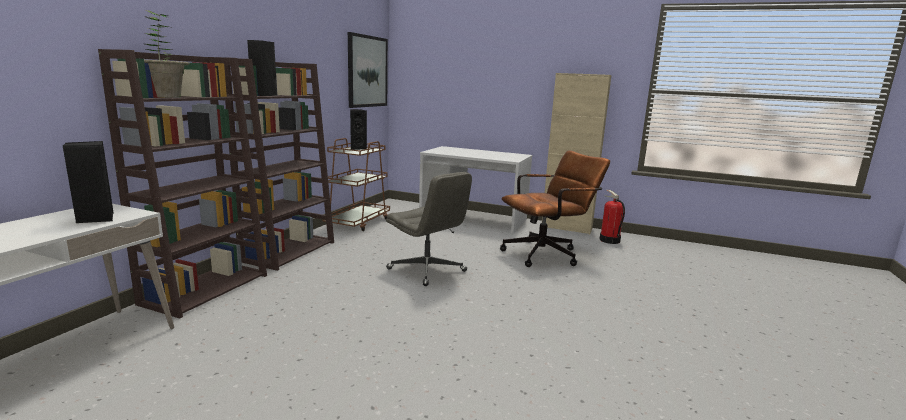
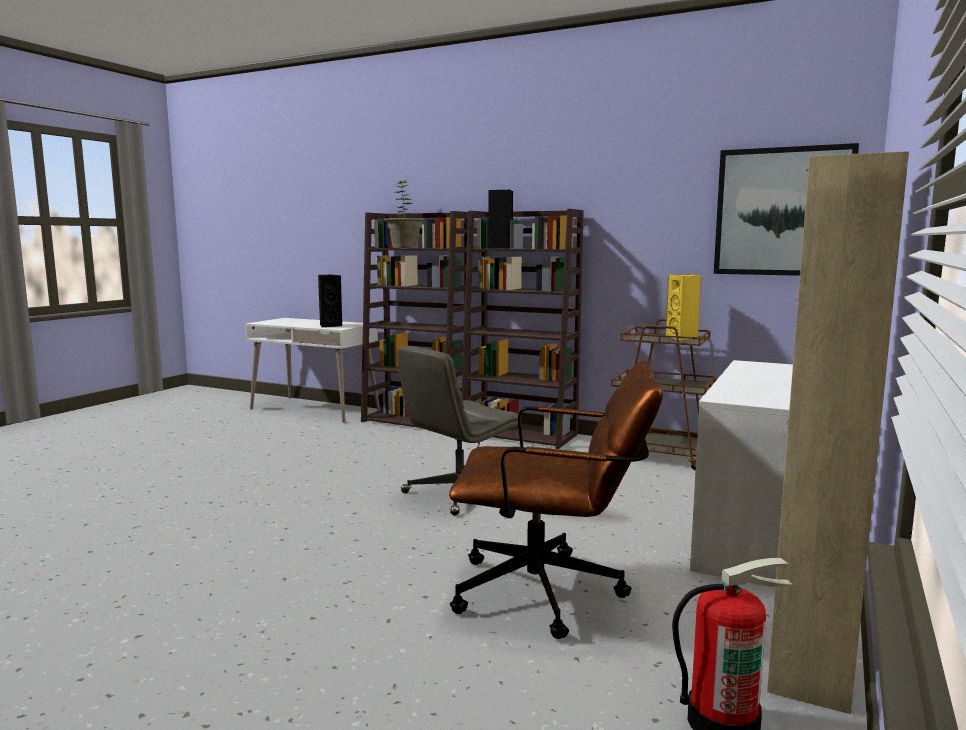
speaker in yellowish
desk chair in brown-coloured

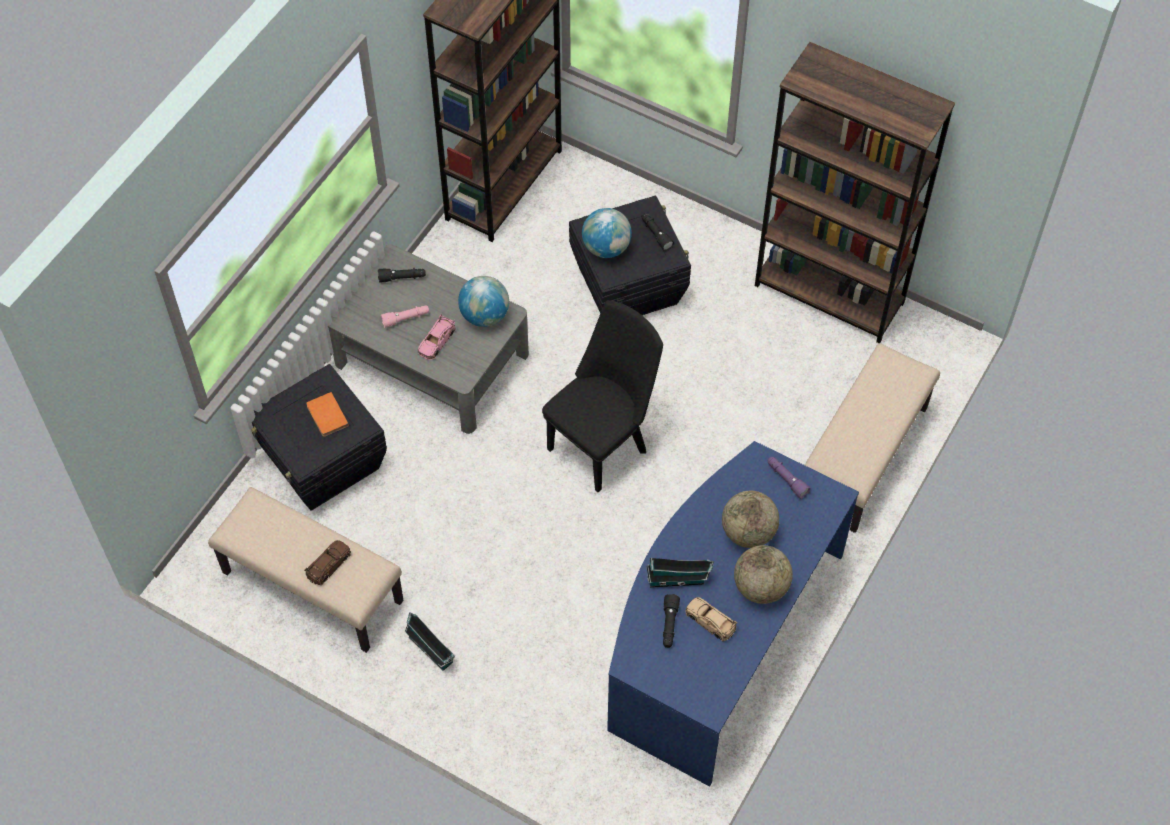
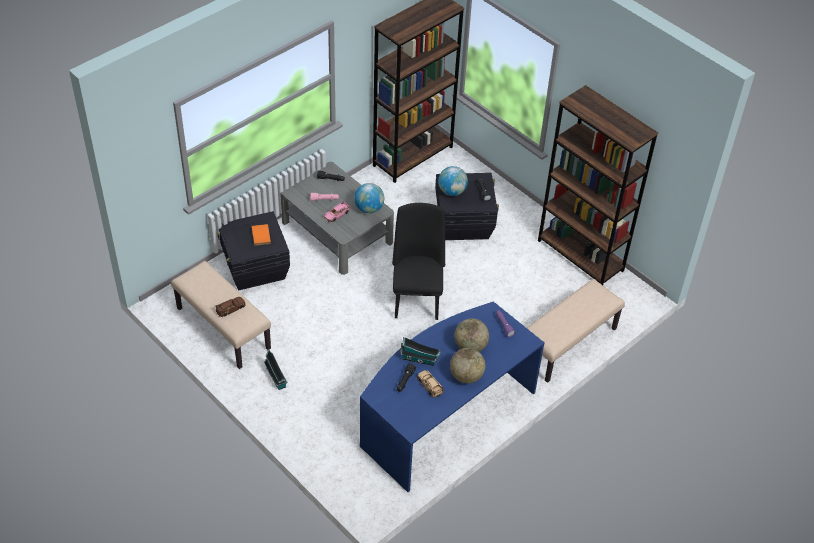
upright chair in blackish

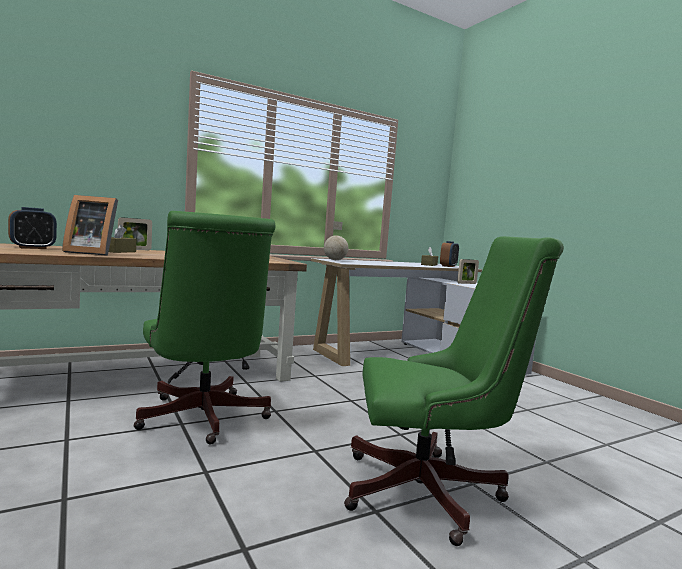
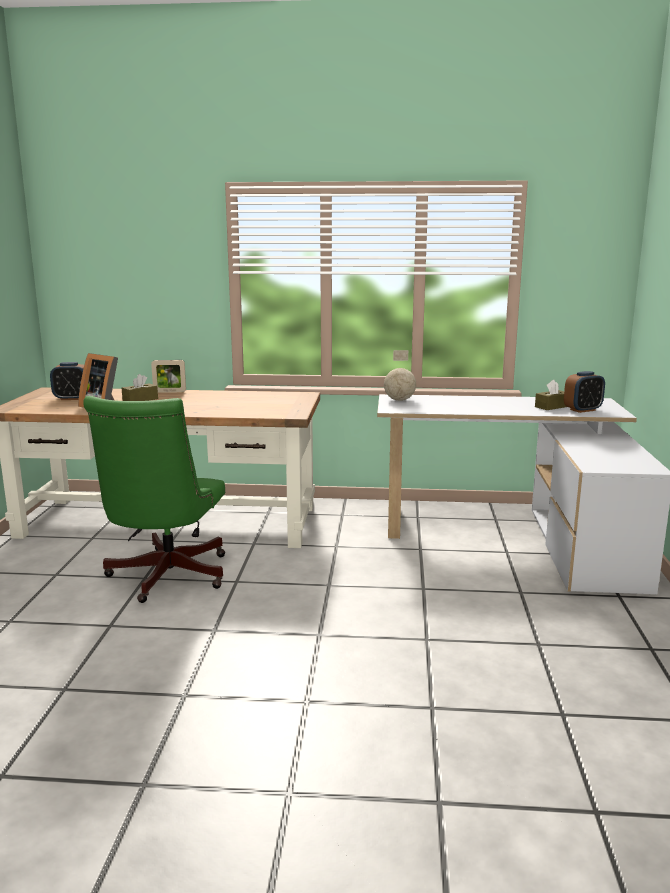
desk chair in green (no. 2 from left in the first image)
picture frame (no. 3 from left in the first image)

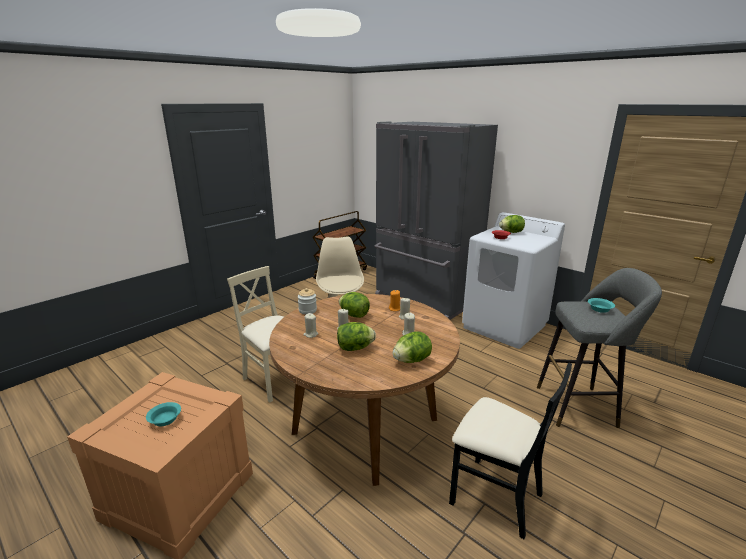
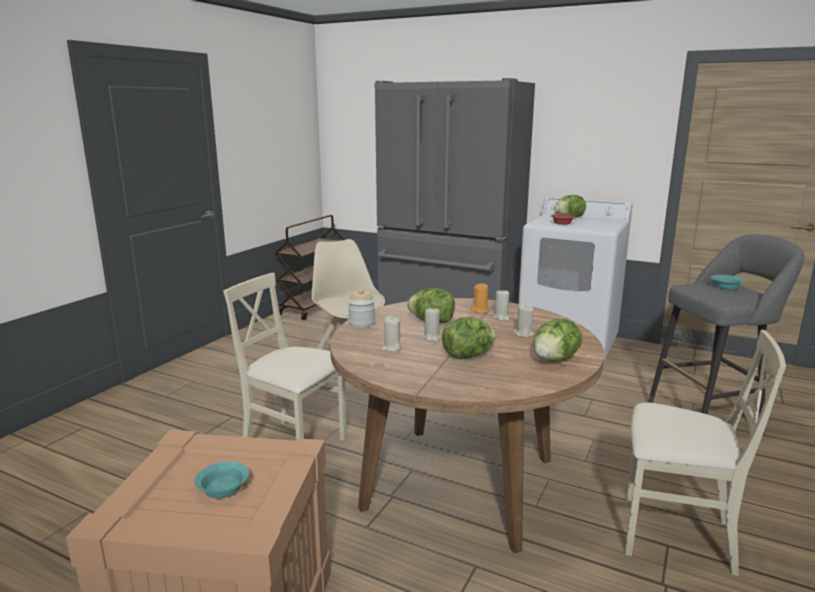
upright chair in beige (no. 3 from left)

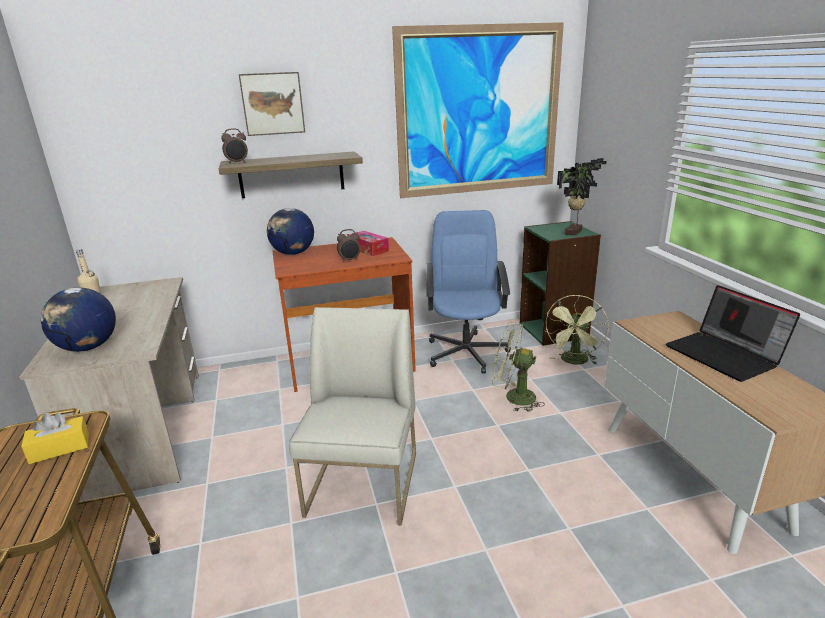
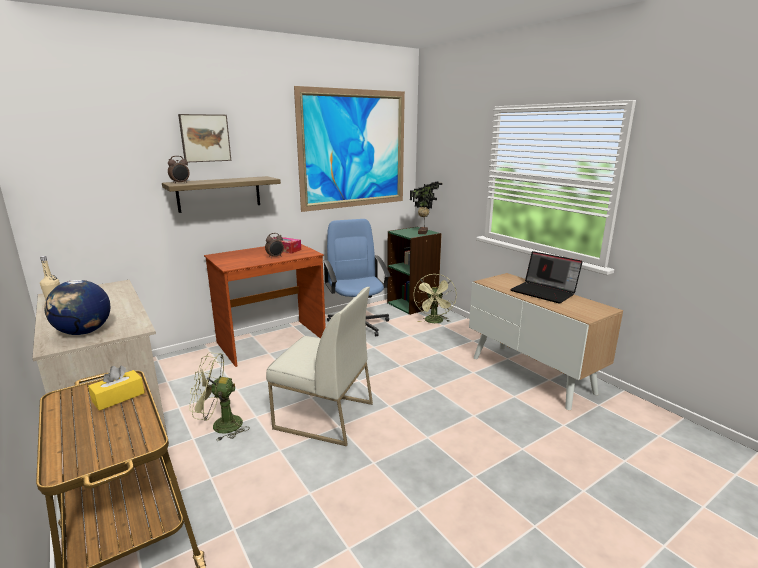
world globe (no. 2 from left in the first image)
upright chair in white-coloured
fan in green (no. 1 from left)

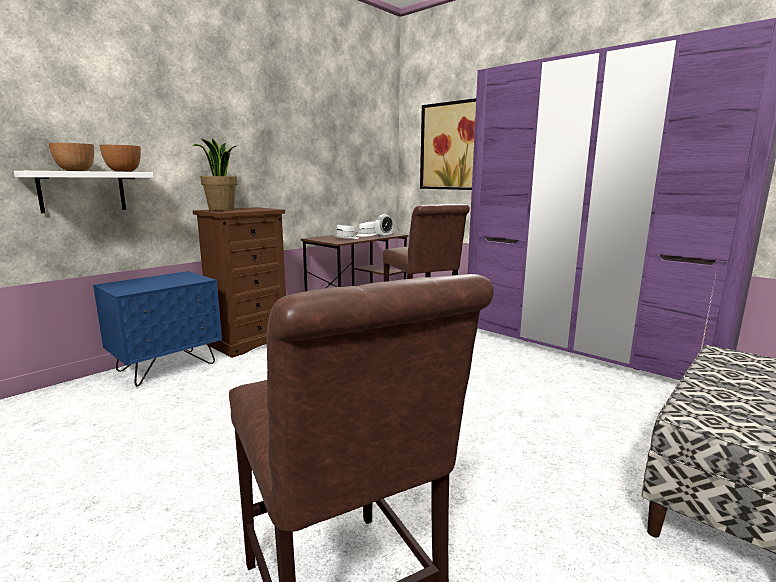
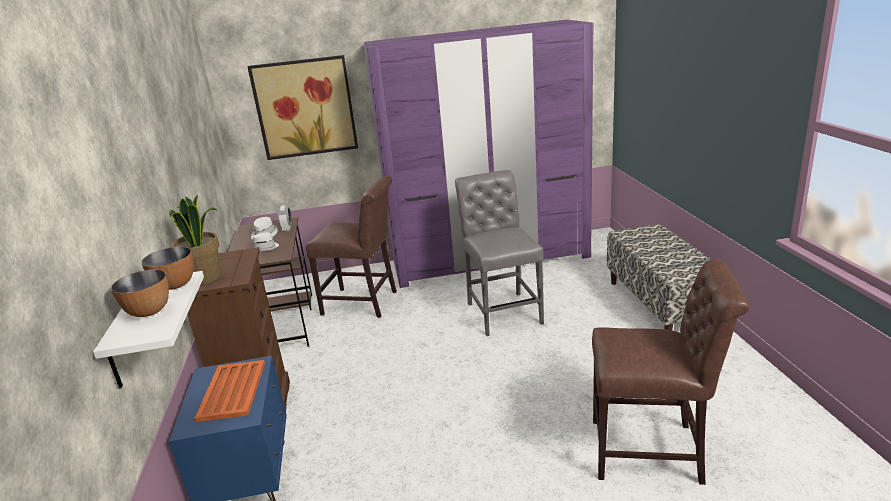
serving tray in orangey
upright chair in grey

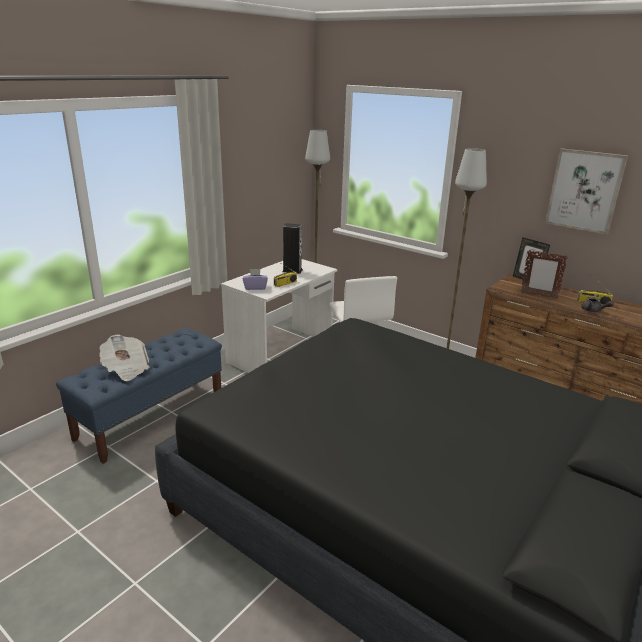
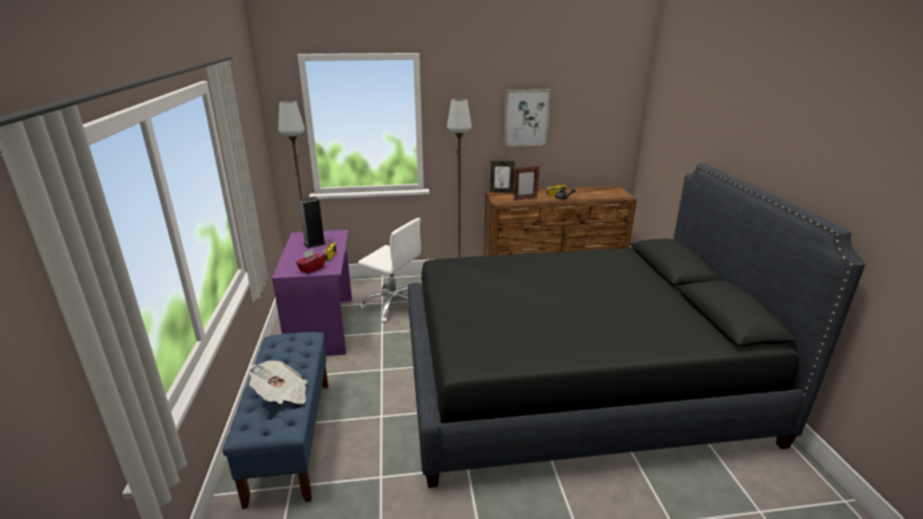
desk table in purple-coloured
tissue box in reddish

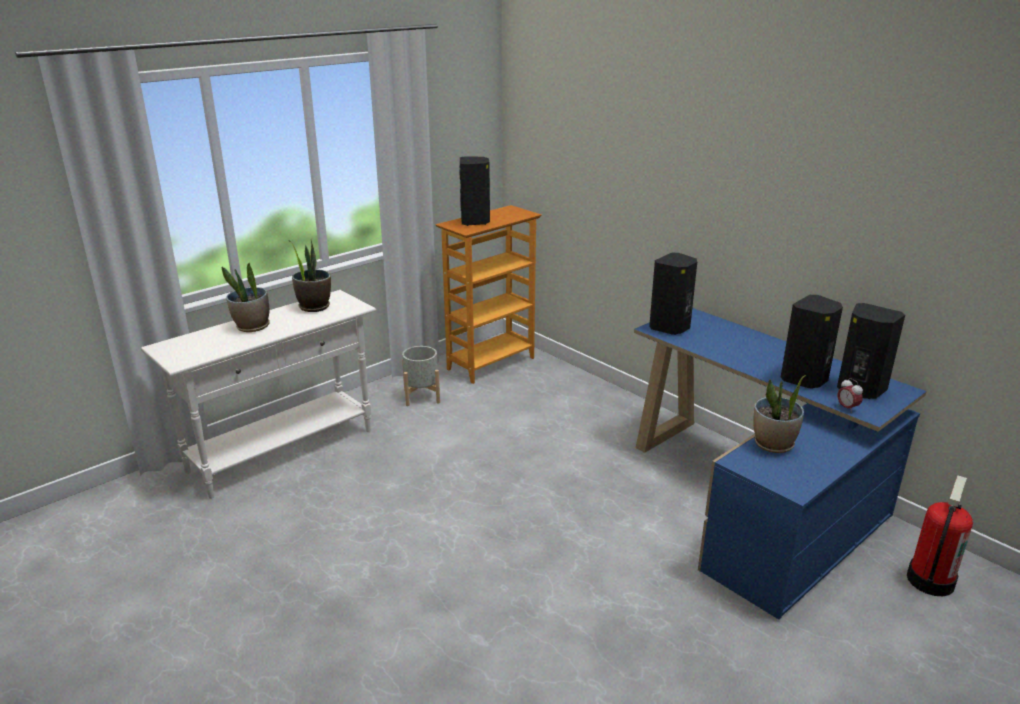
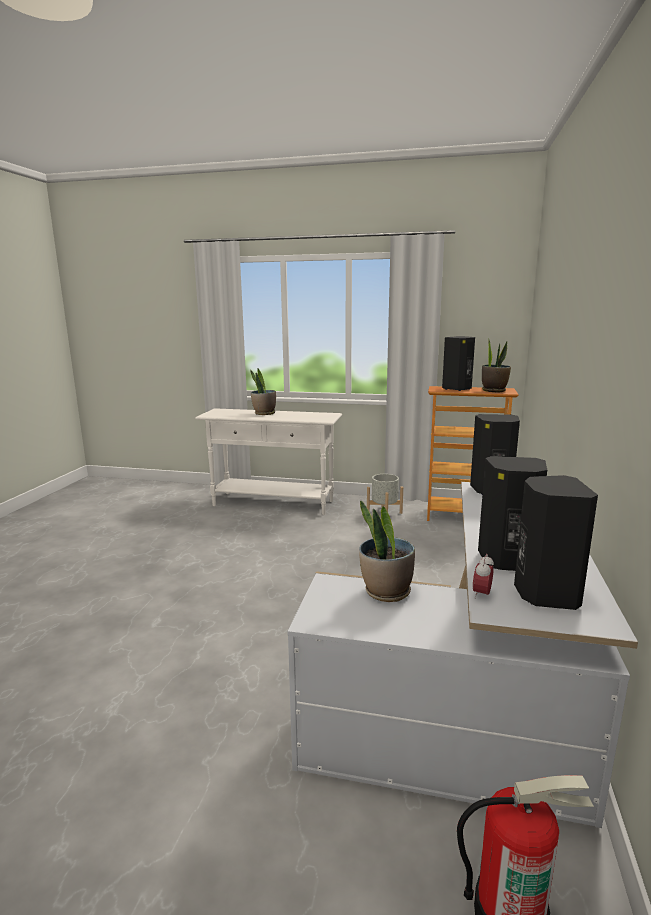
potted plant (no. 3 from left)
desk table in white-coloured

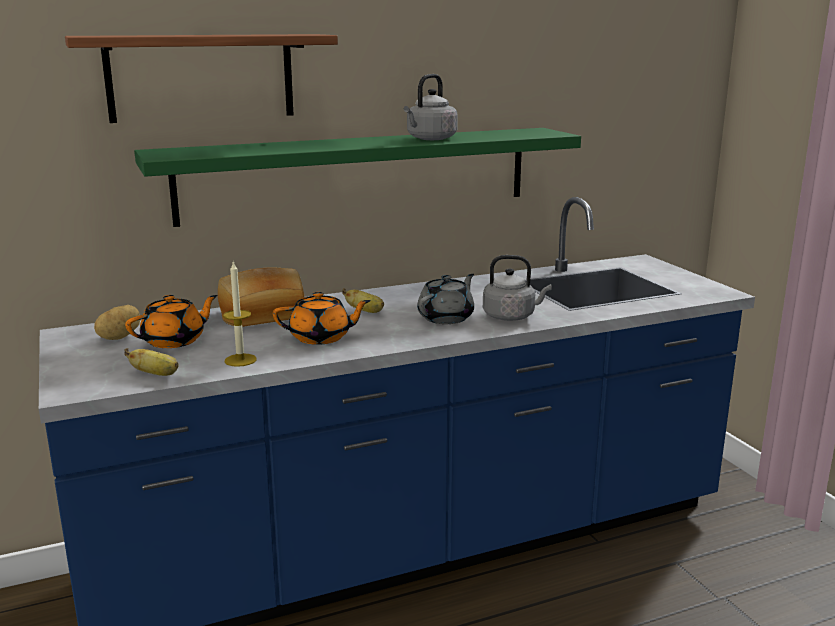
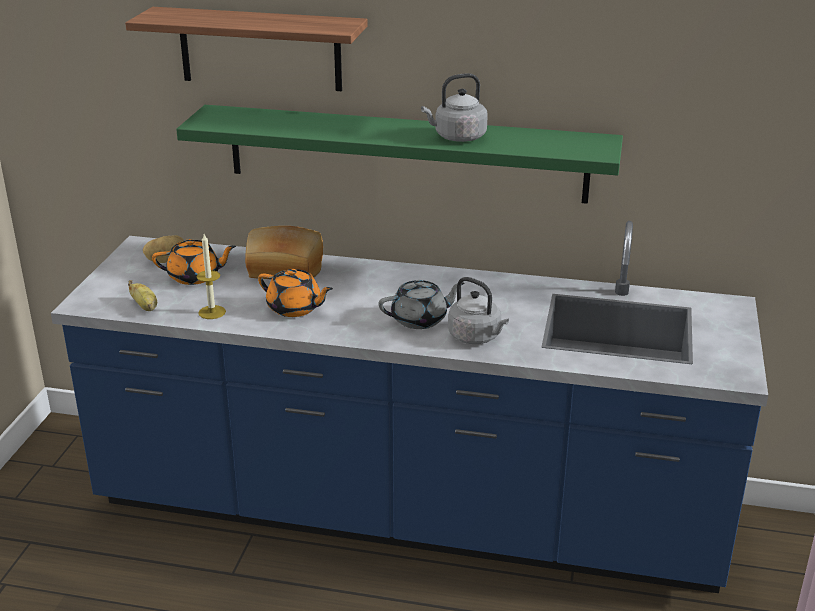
whole banana (no. 2 from left in the first image)

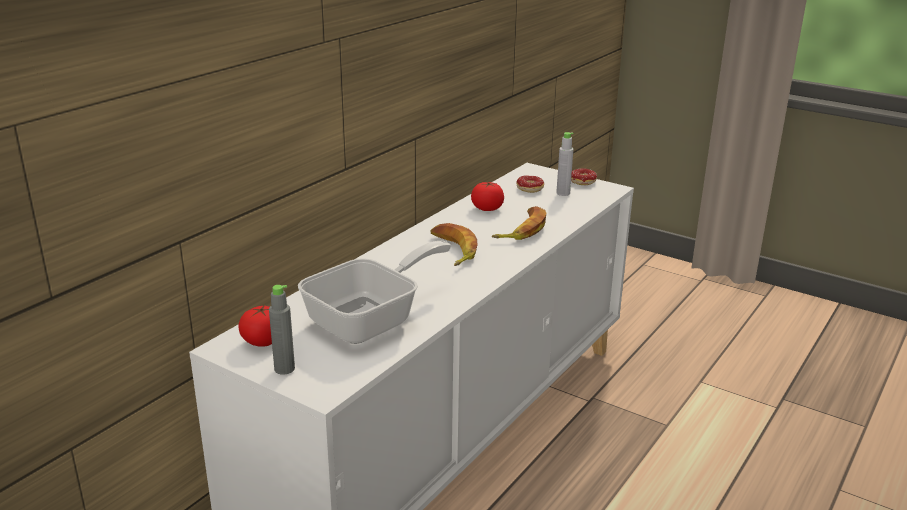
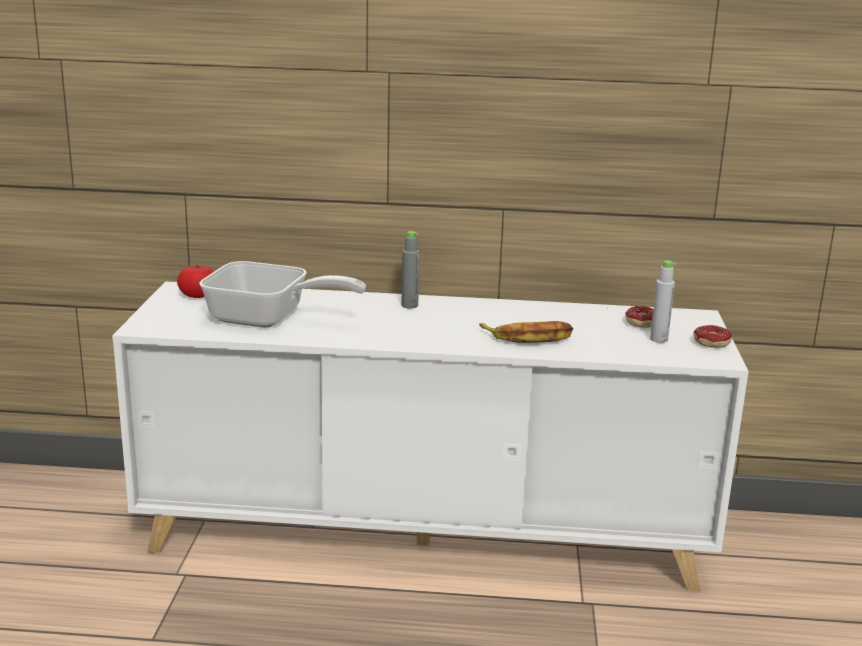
beverage bottle in grey (no. 1 from left)
whole banana (no. 1 from left in the first image)
tomato (no. 2 from left in the first image)

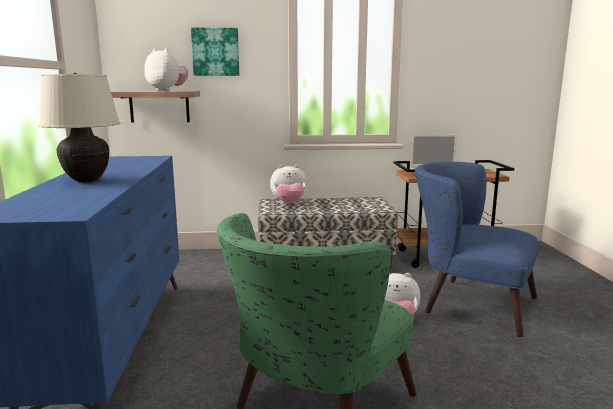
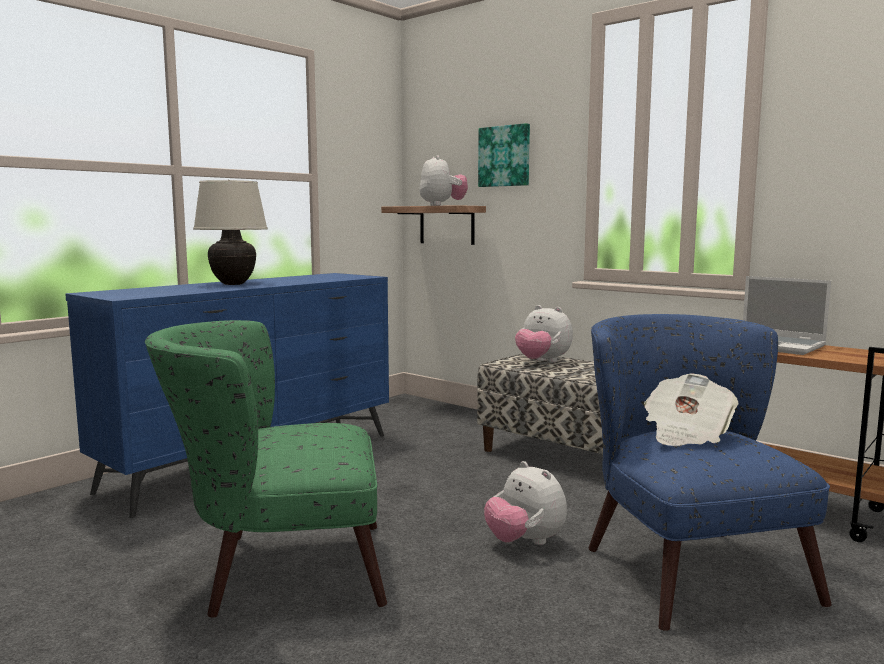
daily paper

